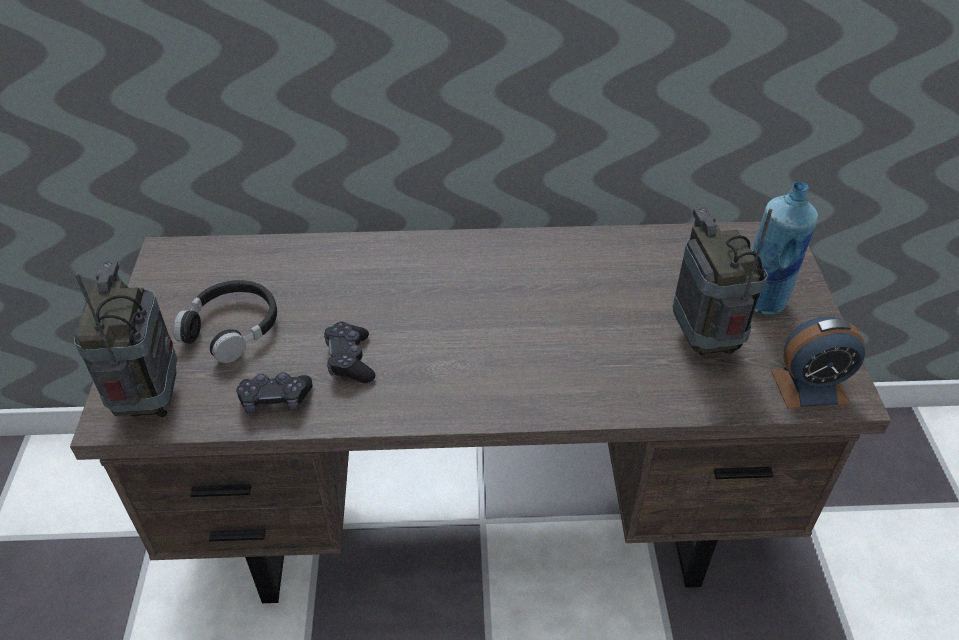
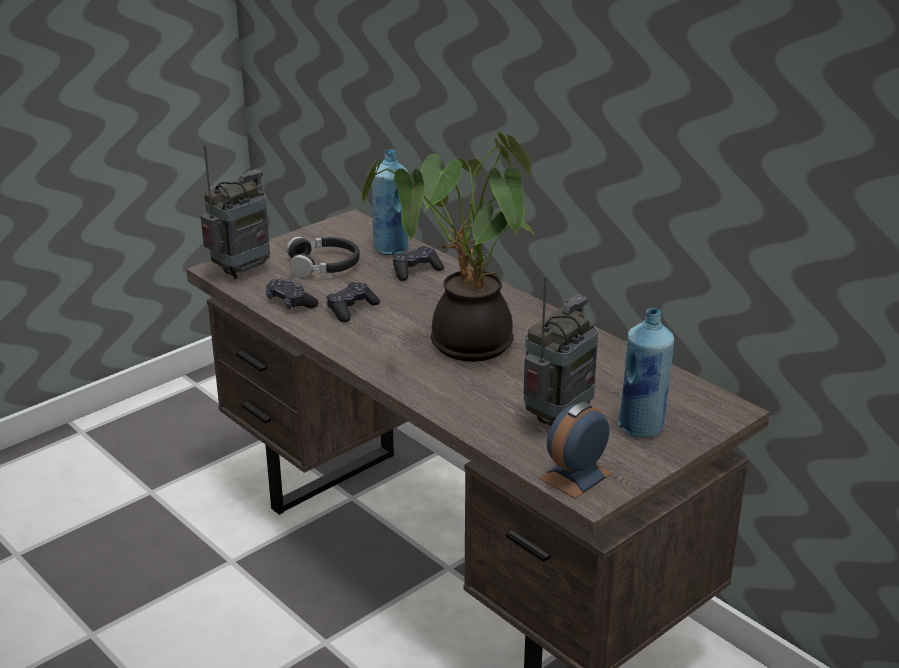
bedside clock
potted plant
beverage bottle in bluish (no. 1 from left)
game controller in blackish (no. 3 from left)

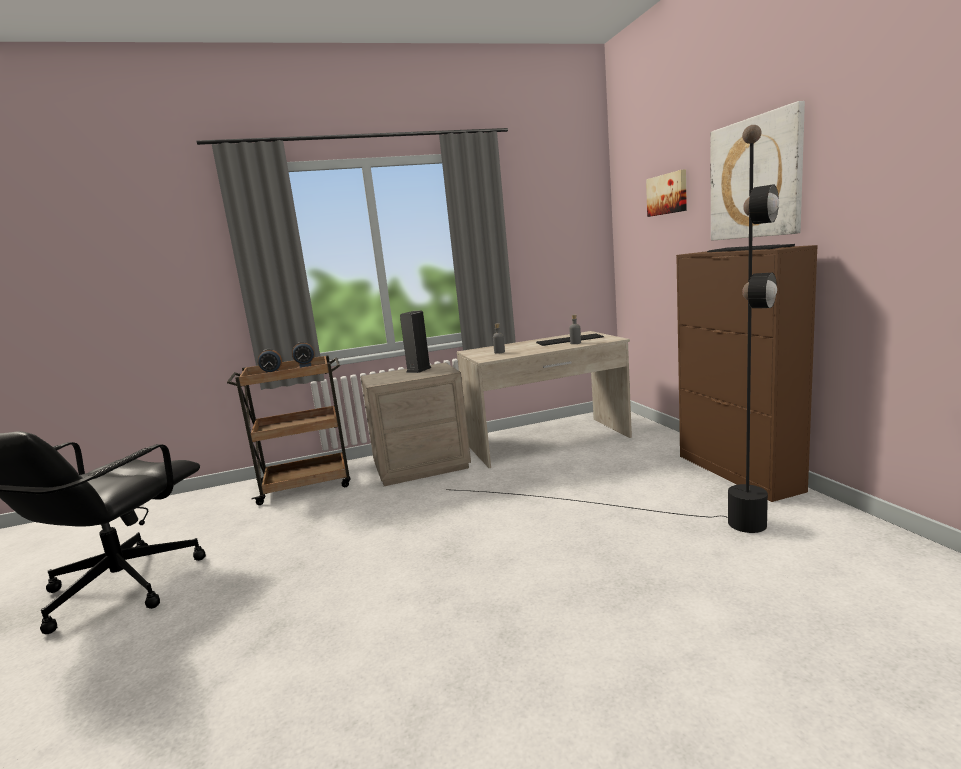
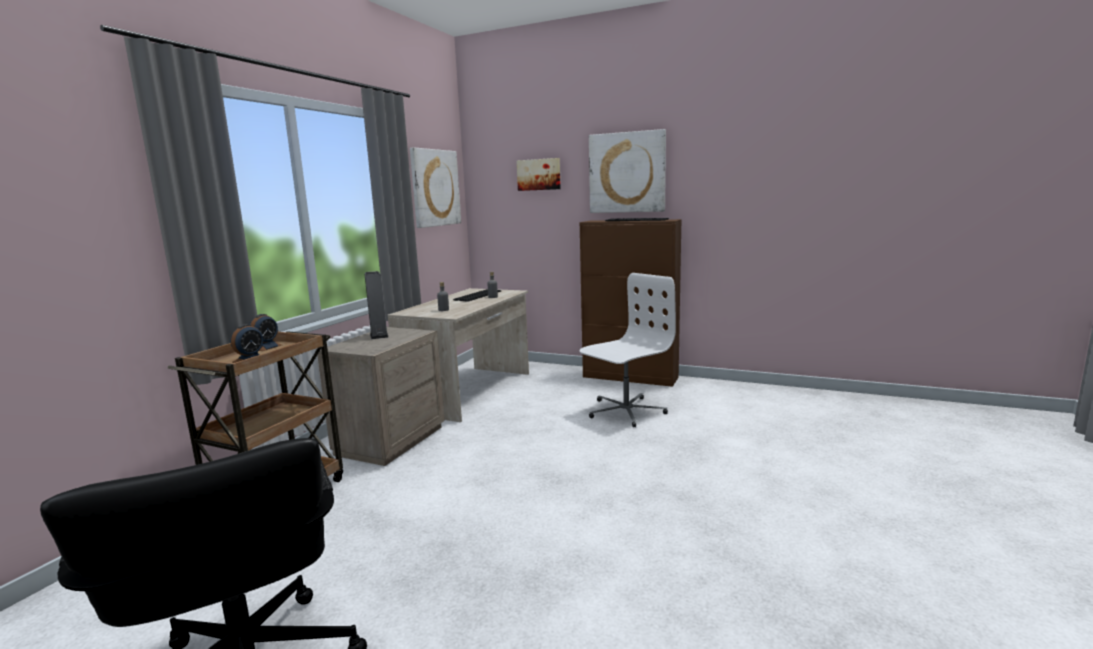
desk chair in white-coloured
picture (no. 1 from left)

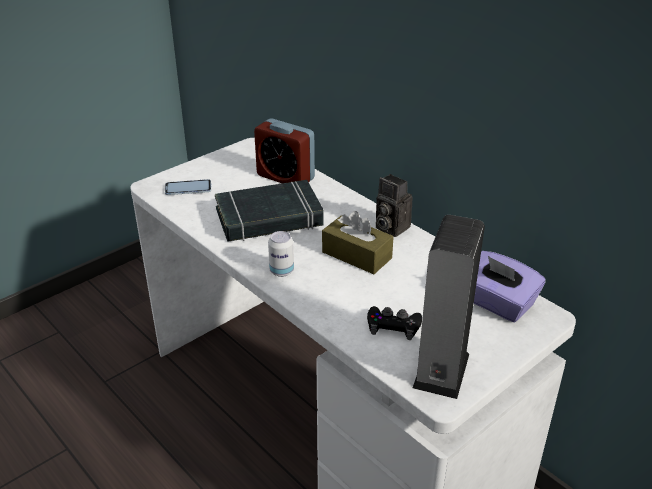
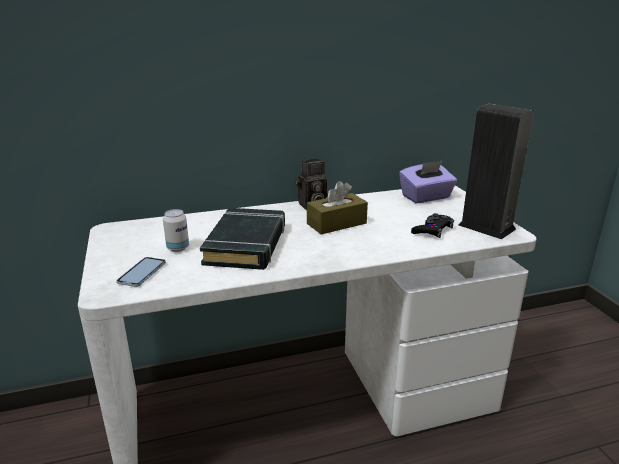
bedside clock
metal can

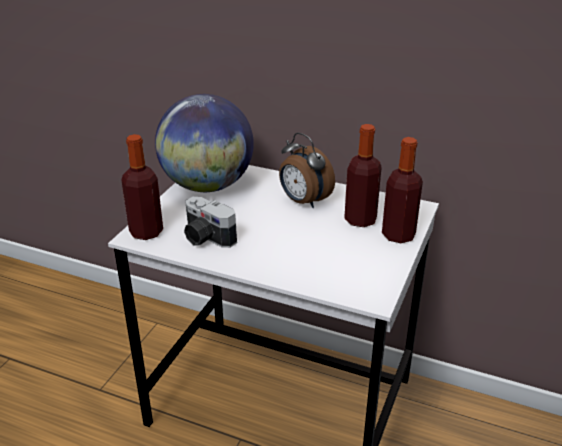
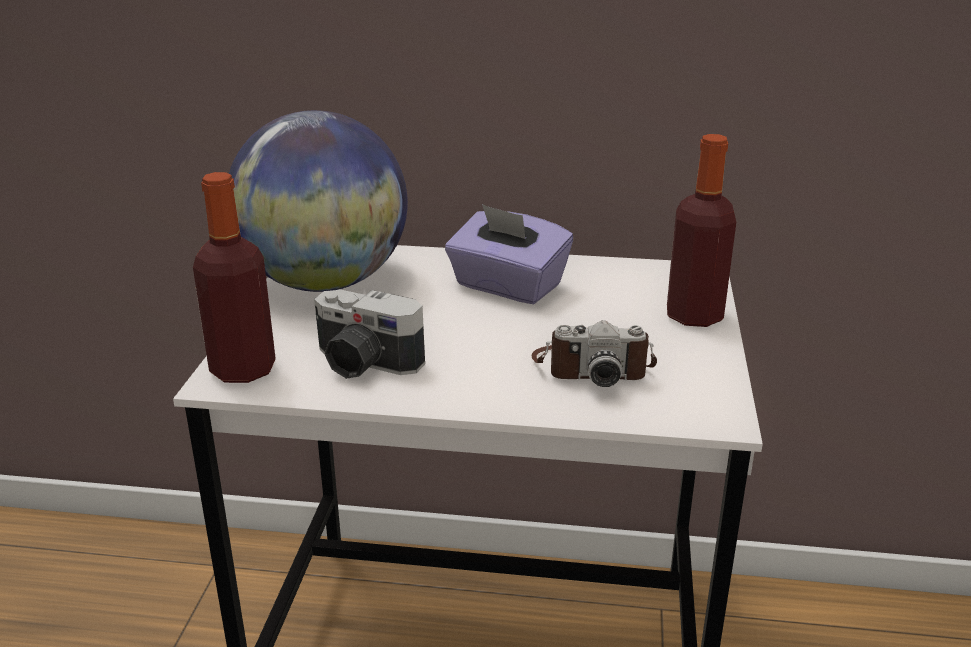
tissue box in purple-coloured
beverage bottle (no. 2 from left in the first image)
photo camera (no. 2 from left)

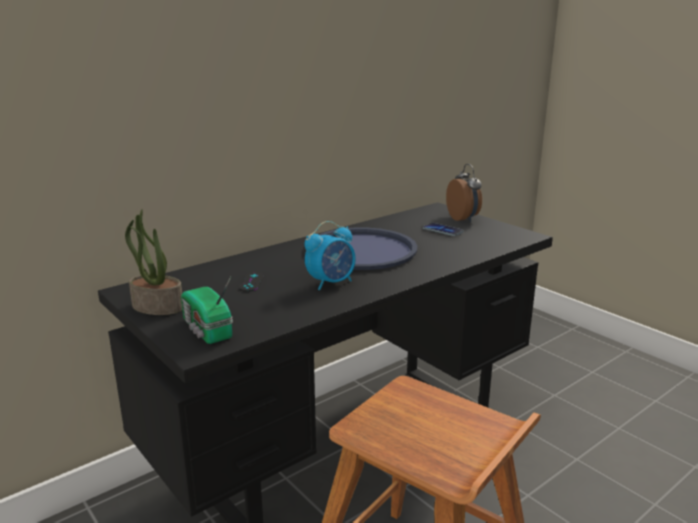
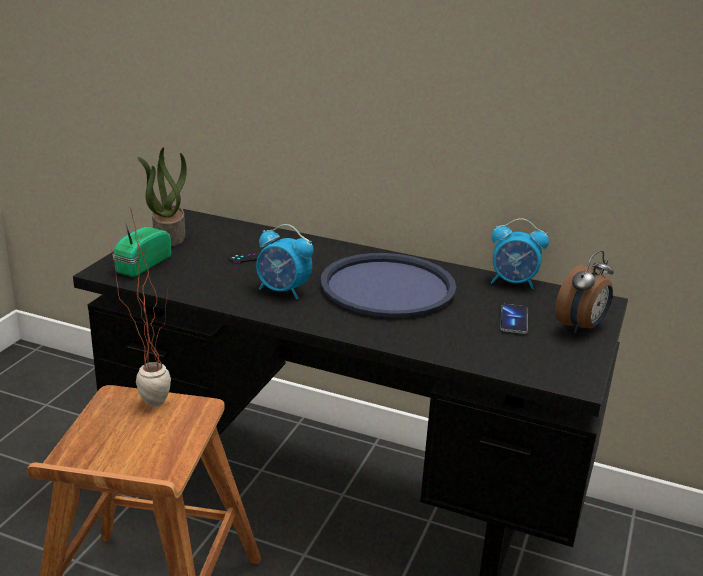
potted plant (no. 1 from left)
bedside clock (no. 2 from left)

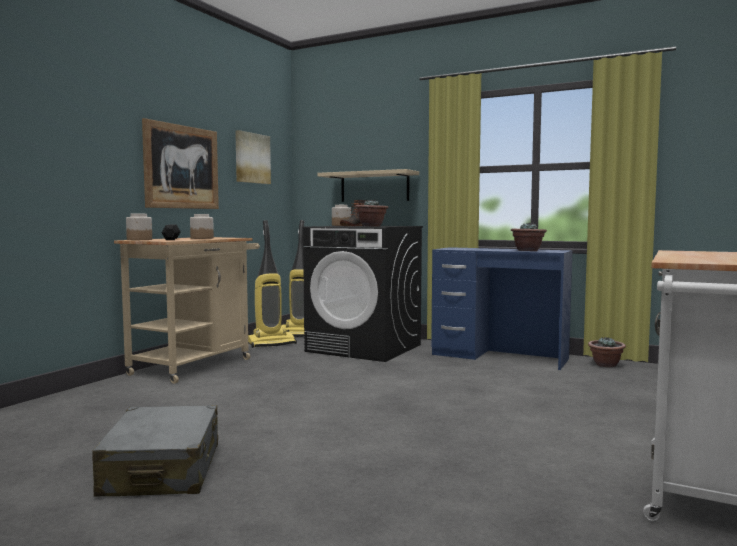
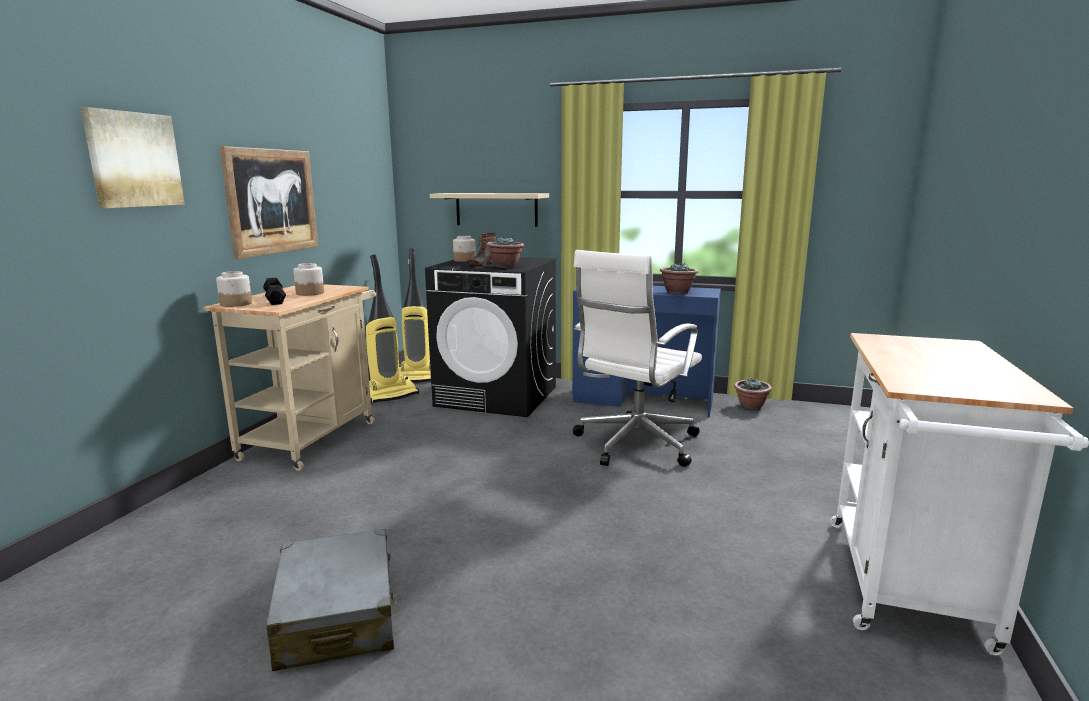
picture (no. 1 from left)
desk chair in white-coloured

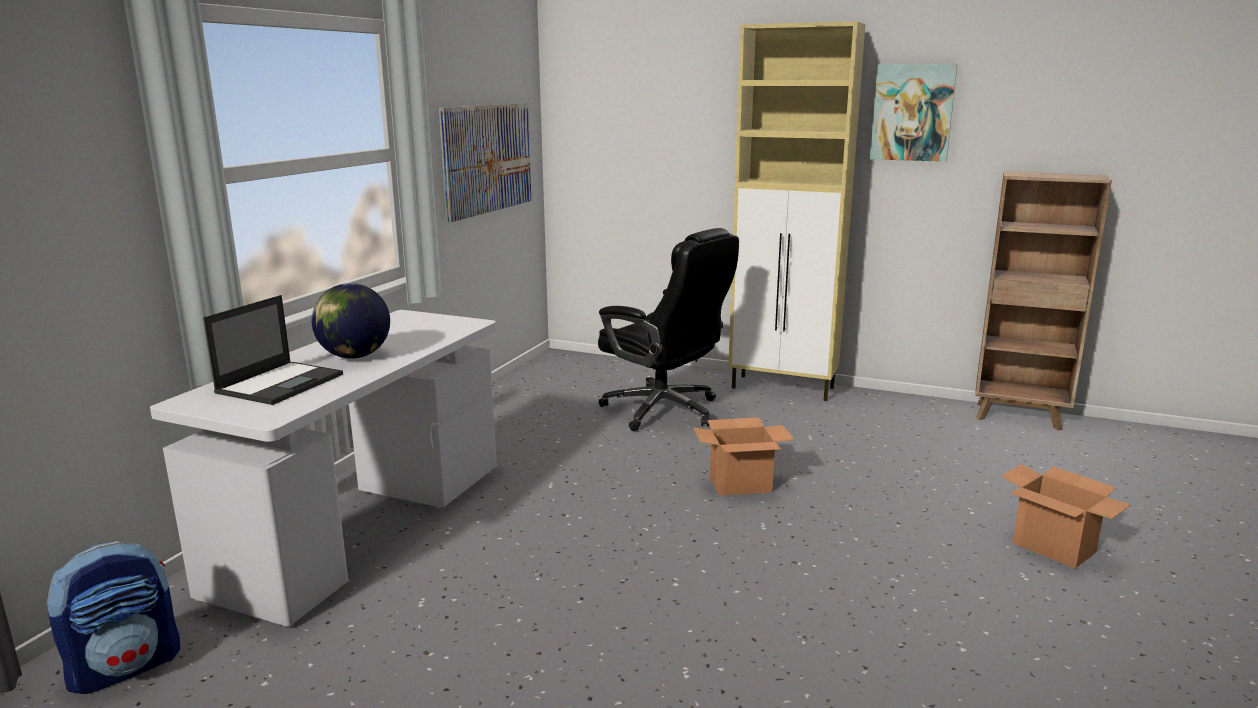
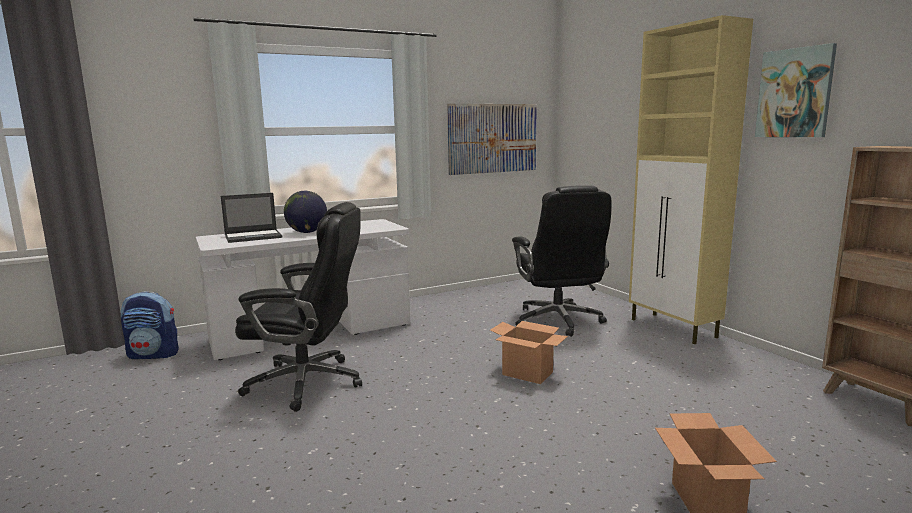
desk chair in blackish (no. 1 from left)

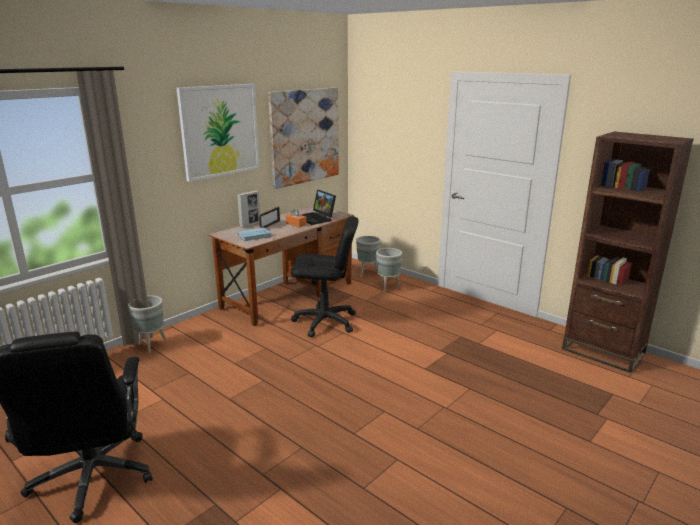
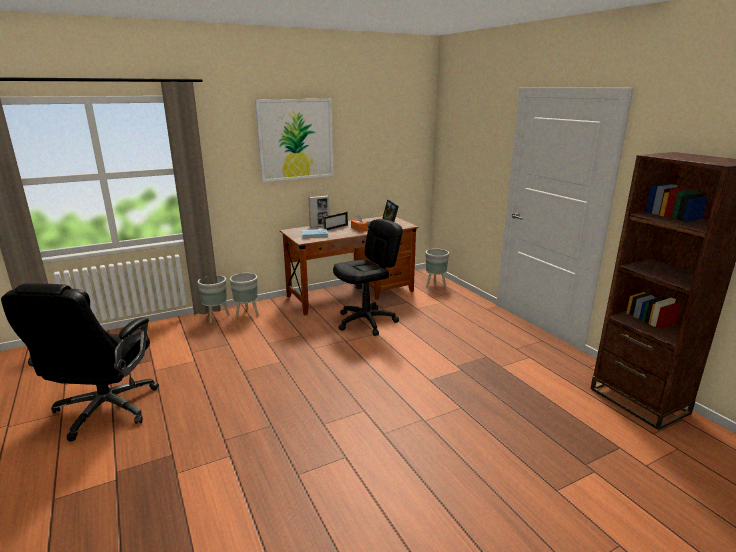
picture (no. 2 from left in the first image)
desk chair in blackish (no. 2 from left)
planter in grey (no. 2 from left)

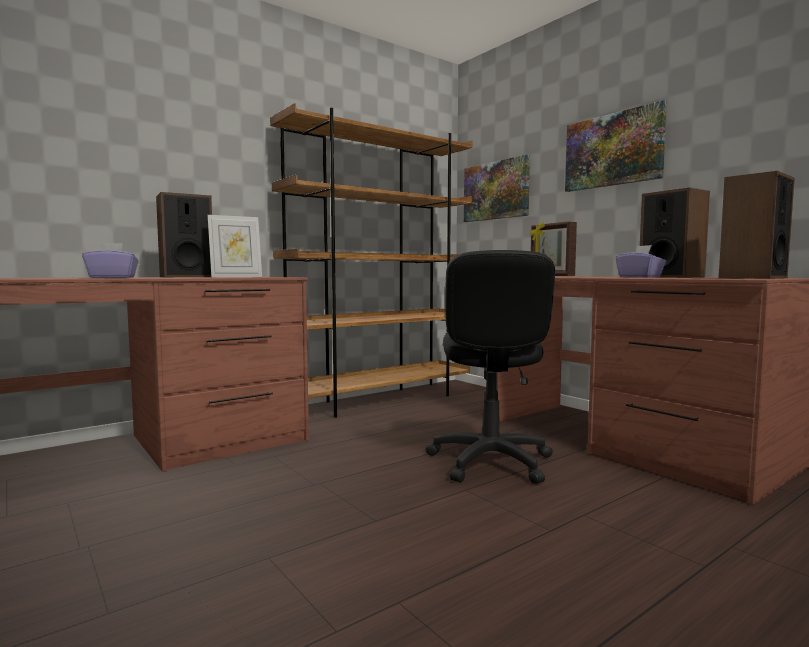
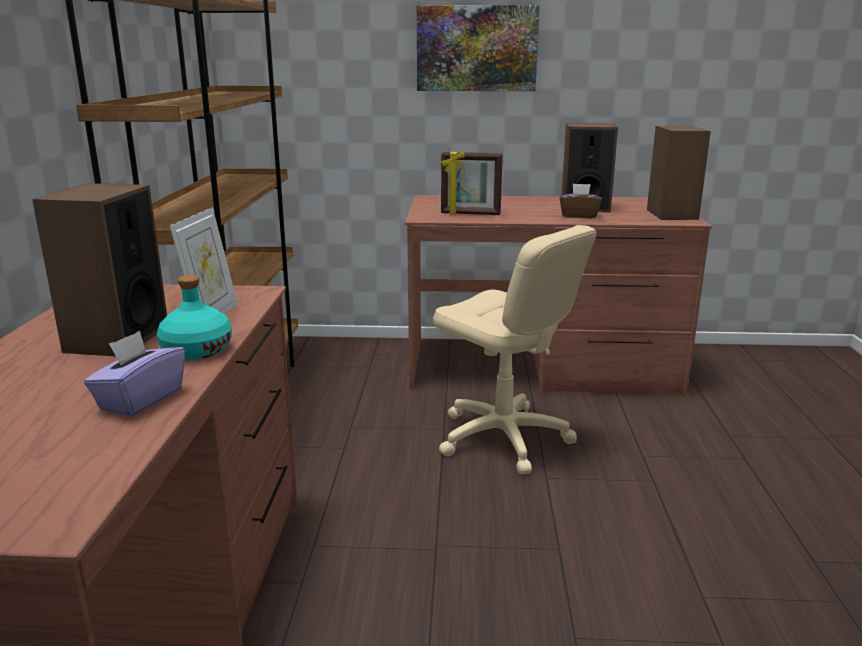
desk chair in beige
picture (no. 1 from left in the first image)
tissue box in brown-coloured
beverage bottle in turquoise

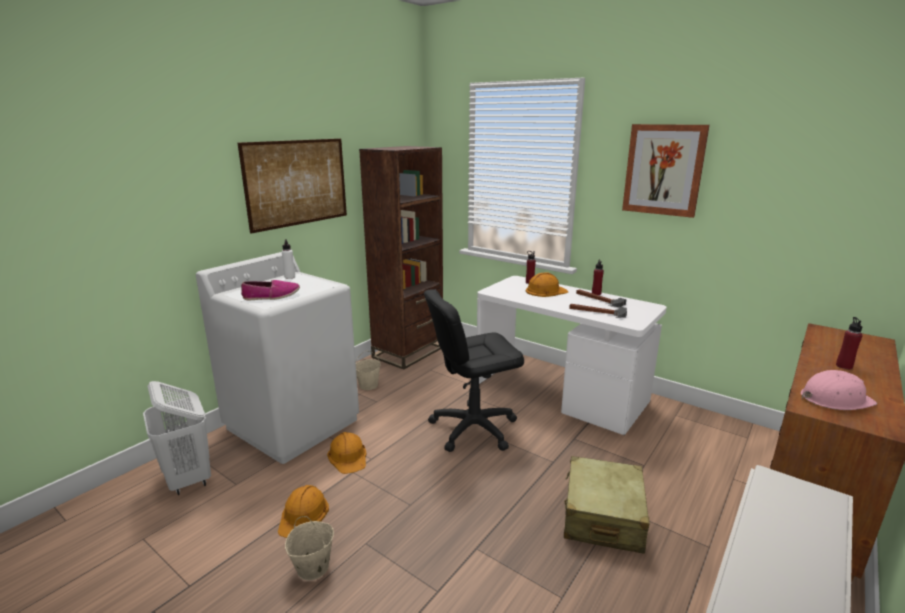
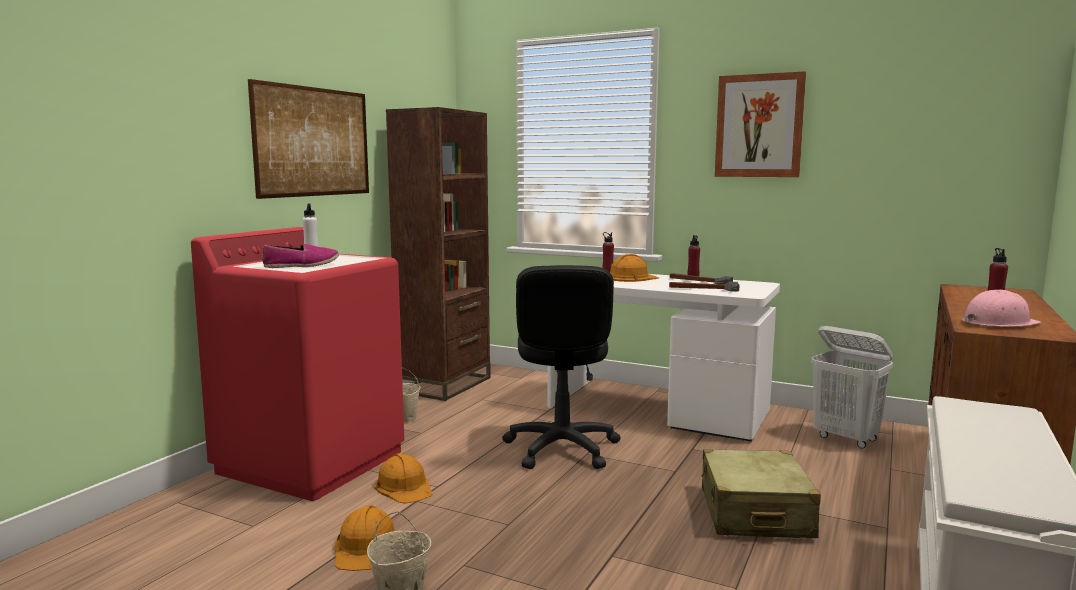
washing basket in white-coloured
laundry machine in reddish
desk chair in blackish

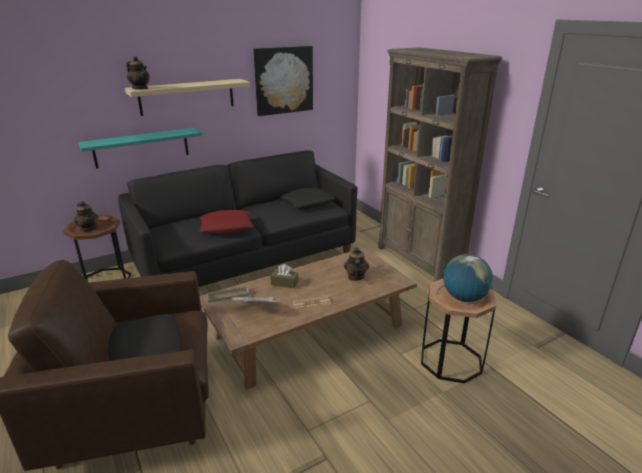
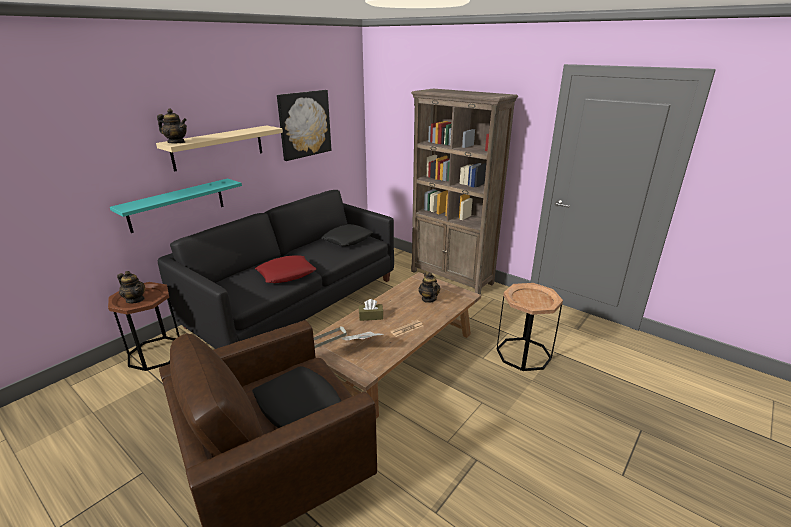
world globe

